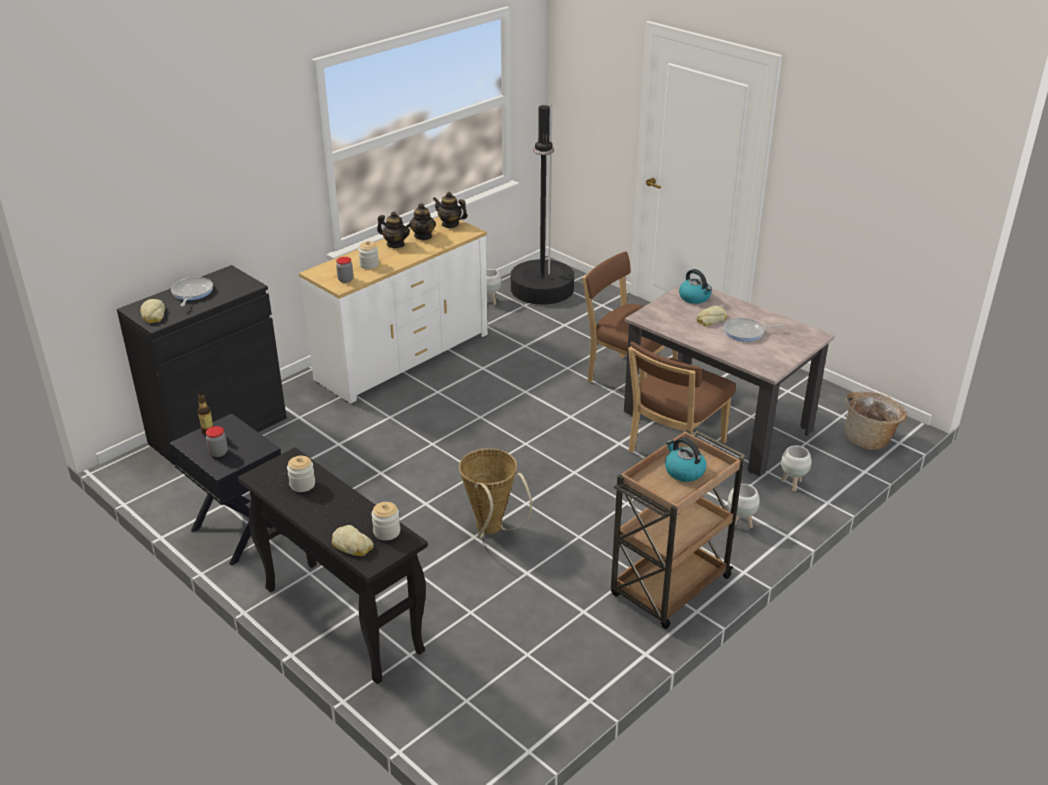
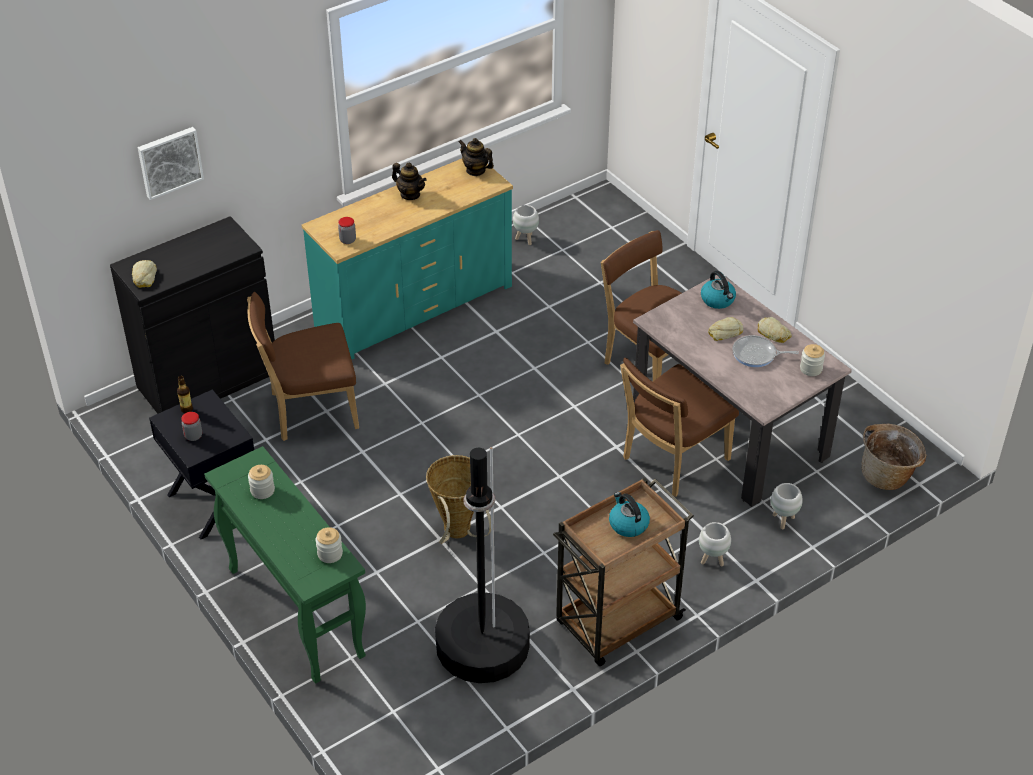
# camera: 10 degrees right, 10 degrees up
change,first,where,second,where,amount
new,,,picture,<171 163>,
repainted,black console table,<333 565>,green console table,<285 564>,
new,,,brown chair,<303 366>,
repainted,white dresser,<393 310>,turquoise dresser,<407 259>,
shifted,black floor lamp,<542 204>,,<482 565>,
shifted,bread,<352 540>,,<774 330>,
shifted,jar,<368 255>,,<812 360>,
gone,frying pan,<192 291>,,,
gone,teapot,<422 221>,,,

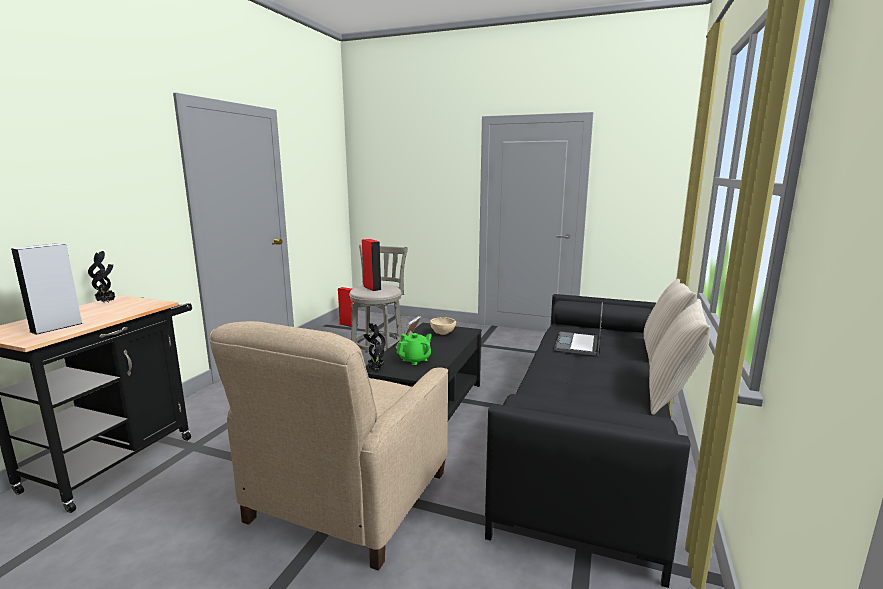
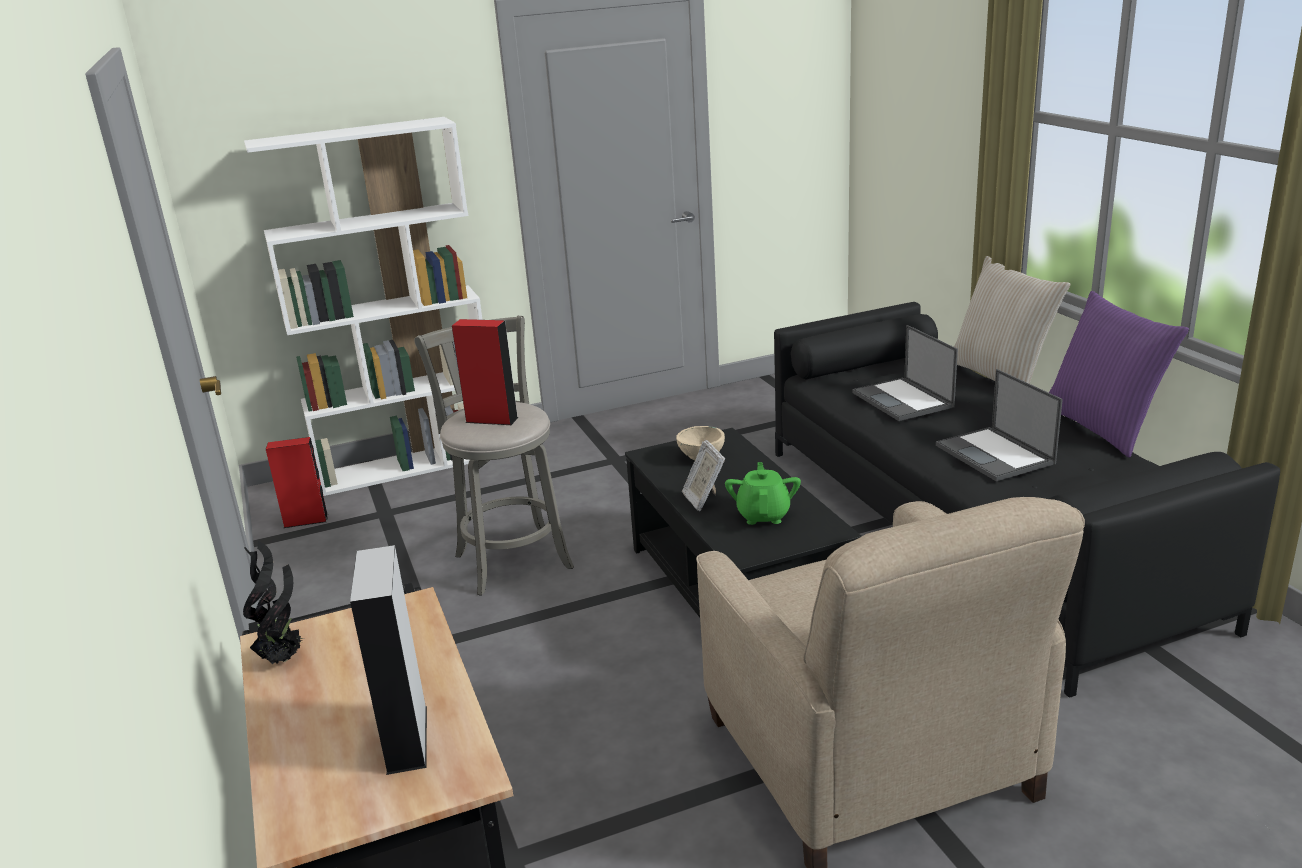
# camera: 40 degrees left, 10 degrees up
change,first,where,second,where,amount
new,,,white bookcase,<363 306>,
new,,,laptop,<999 425>,
repainted,beige pillow,<679 357>,purple pillow,<1119 374>,
gone,potted plant,<374 347>,,,

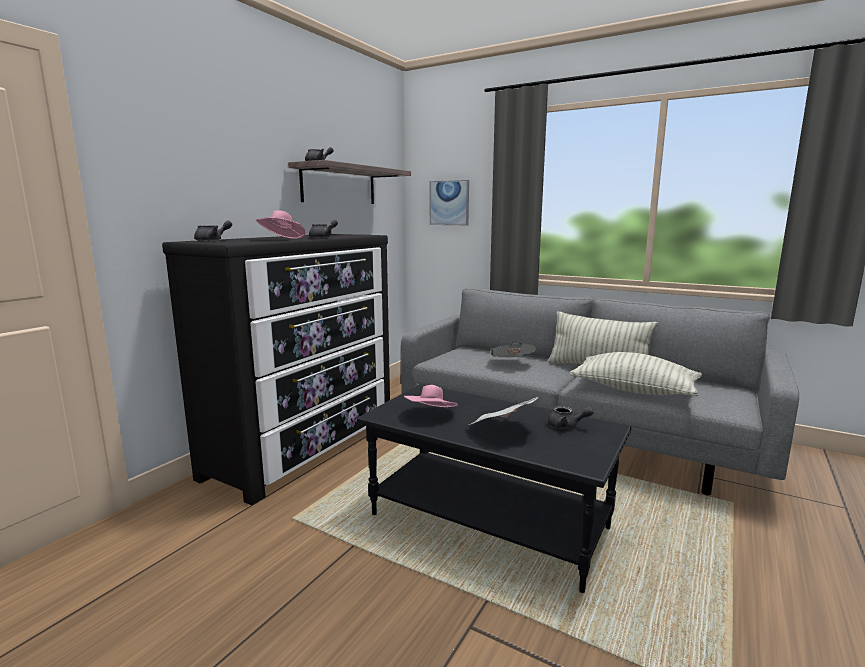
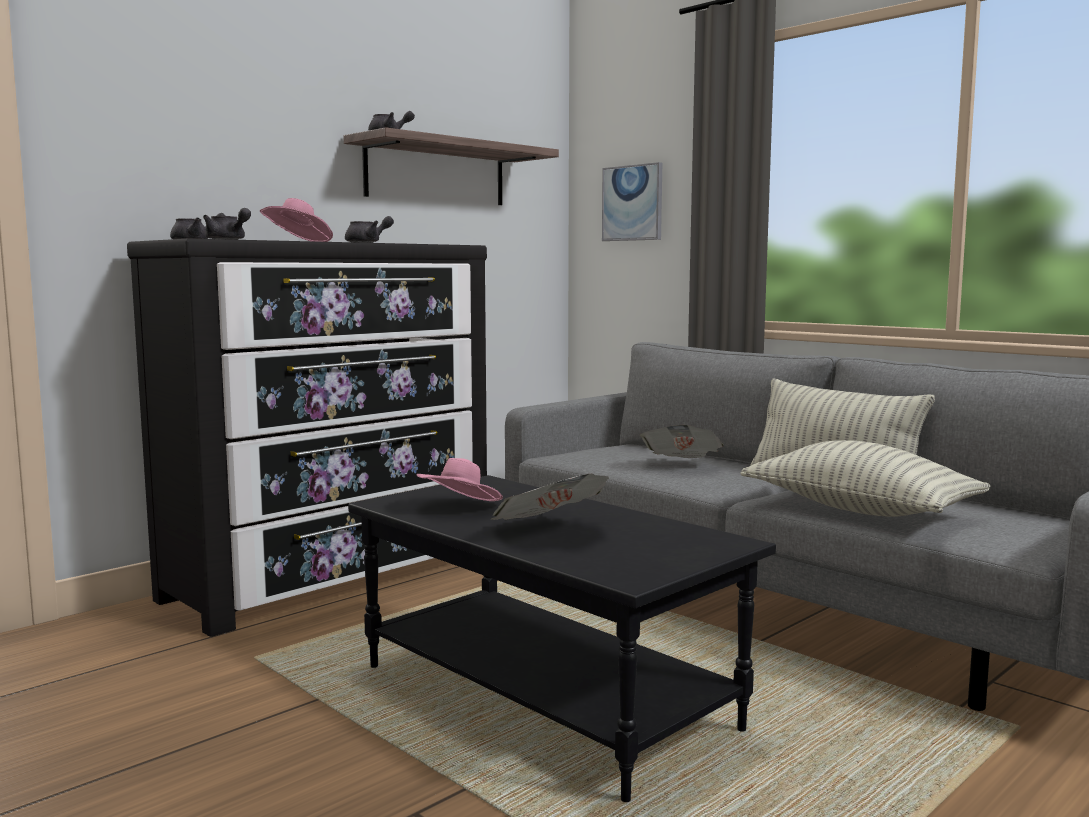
# camera: 15 degrees right, 5 degrees down
change,first,where,second,where,amount
shifted,grey teapot,<571 417>,,<227 224>,

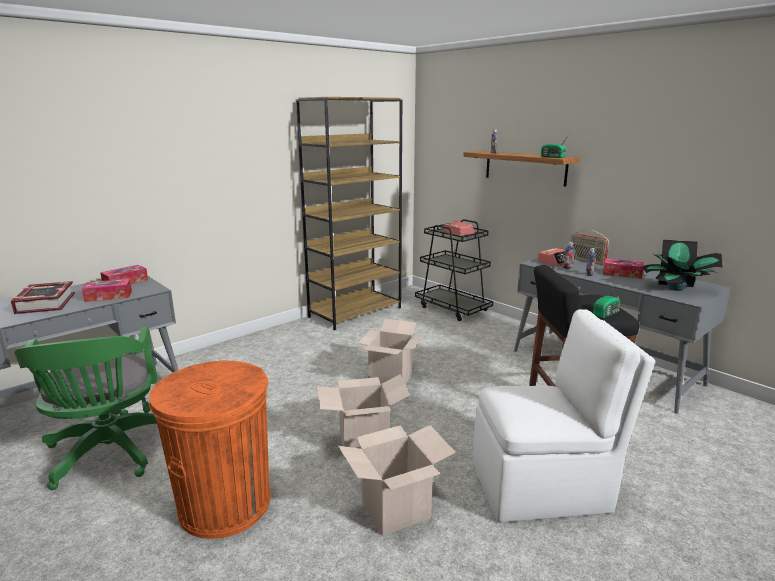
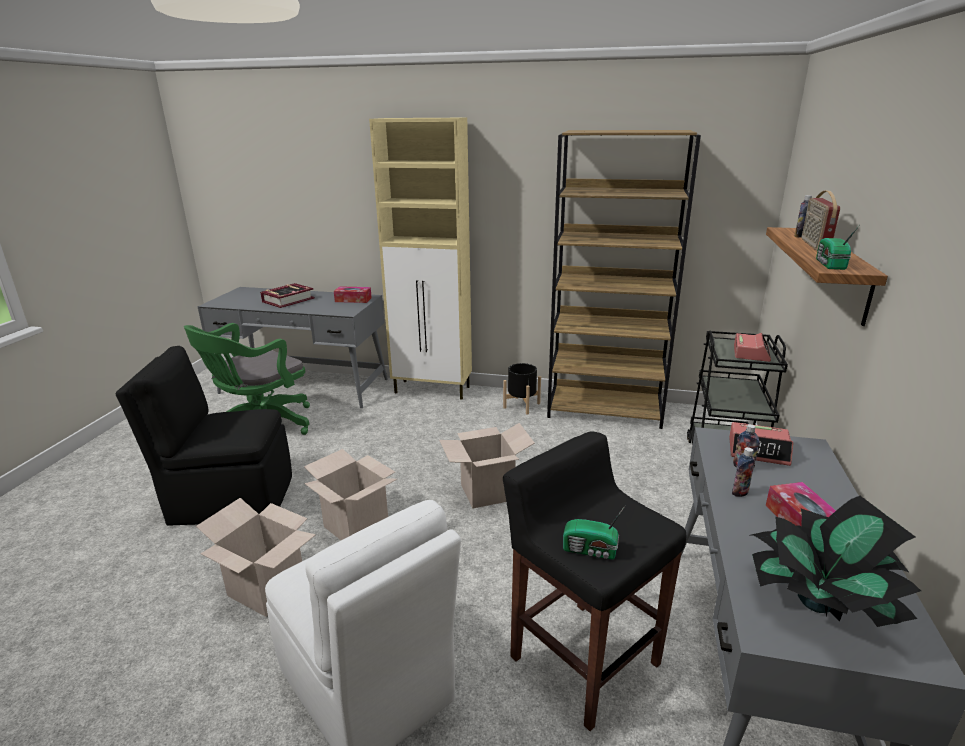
# camera: 55 degrees right, 5 degrees up
change,first,where,second,where,amount
swapped,orange trash can,<209 450>,black chair,<204 436>,
new,,,beige cabinet,<420 259>,
new,,,black planter,<522 389>,
shifted,radio,<590 247>,,<821 221>,
gone,tissue box,<107 290>,,,

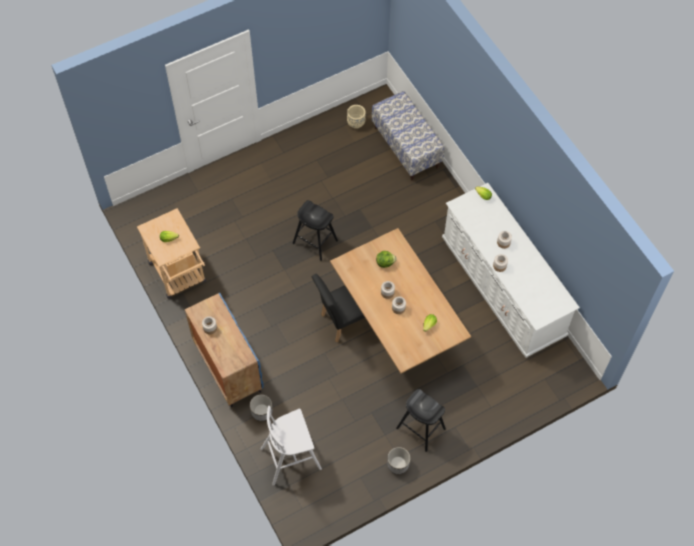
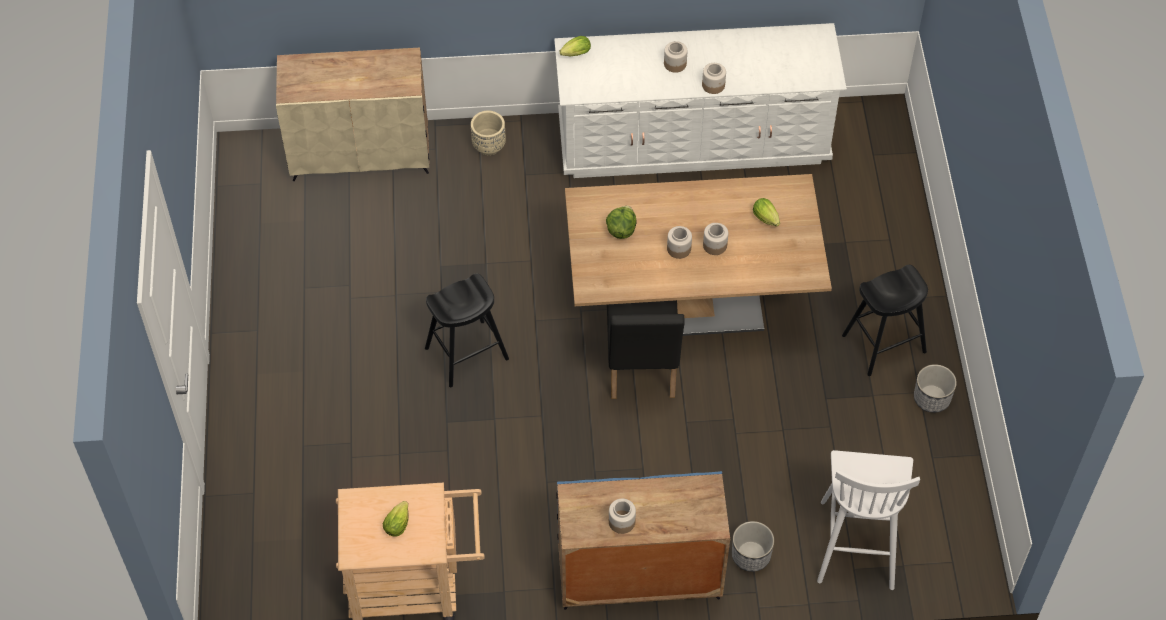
# camera: 65 degrees left, 5 degrees down
change,first,where,second,where,amount
swapped,bench,<408 135>,beige cabinet,<352 114>,
shifted,beige planter,<356 117>,,<488 133>,

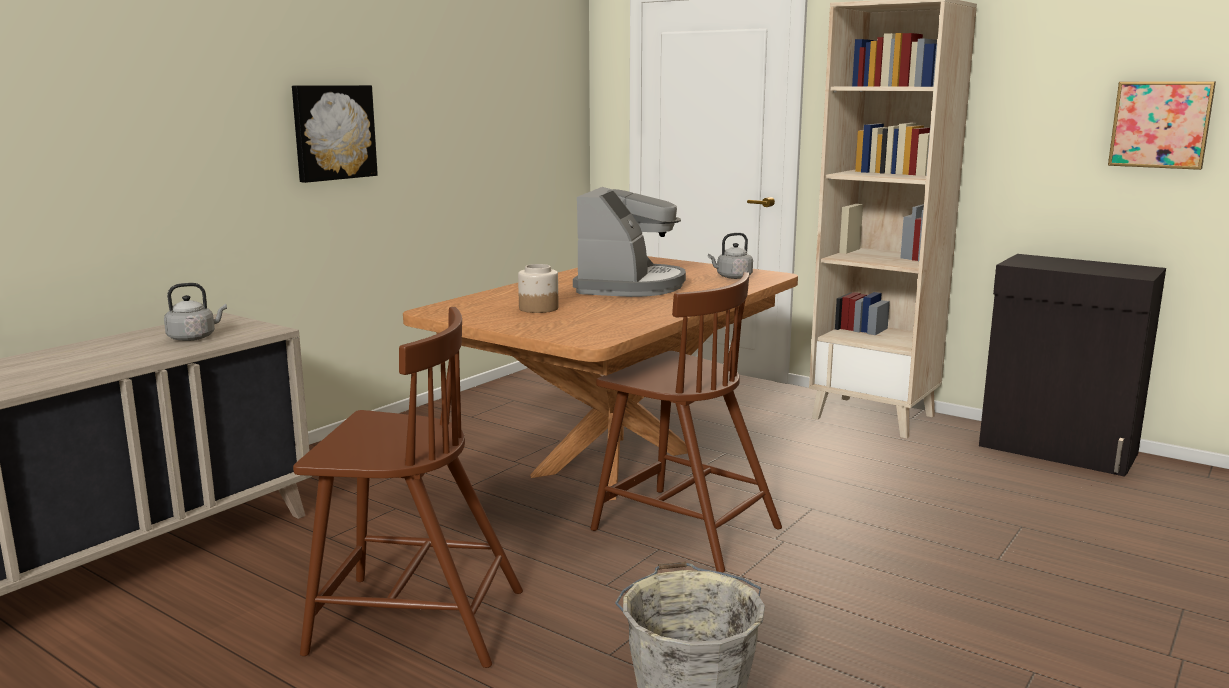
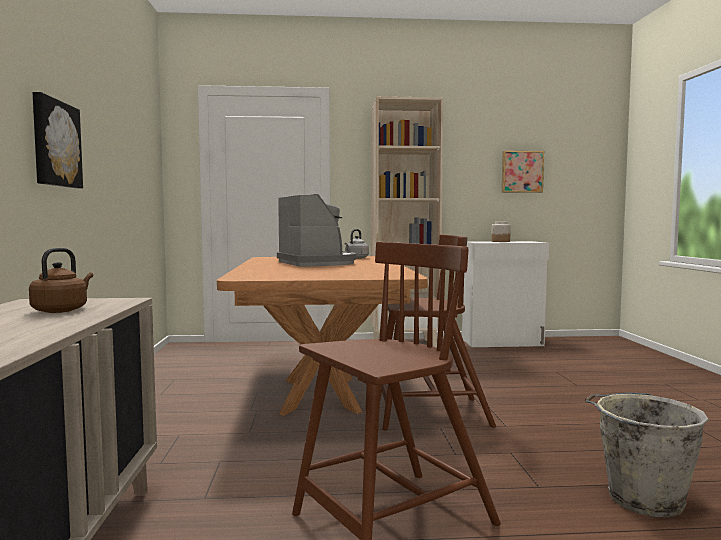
# camera: 40 degrees left, 10 degrees down
change,first,where,second,where,amount
repainted,grey kettle,<195 312>,brown kettle,<61 280>,
repainted,black cabinet,<1072 365>,white cabinet,<505 294>,
shifted,jar,<538 288>,,<501 232>,

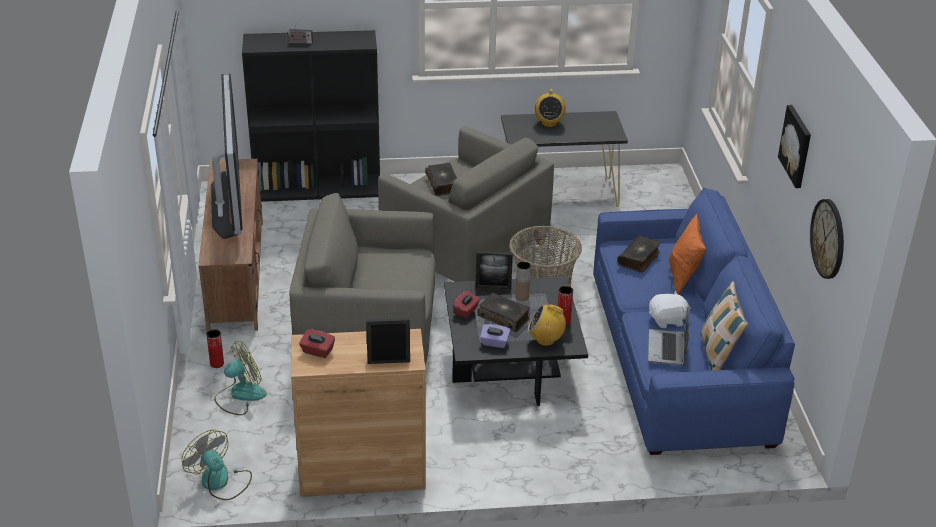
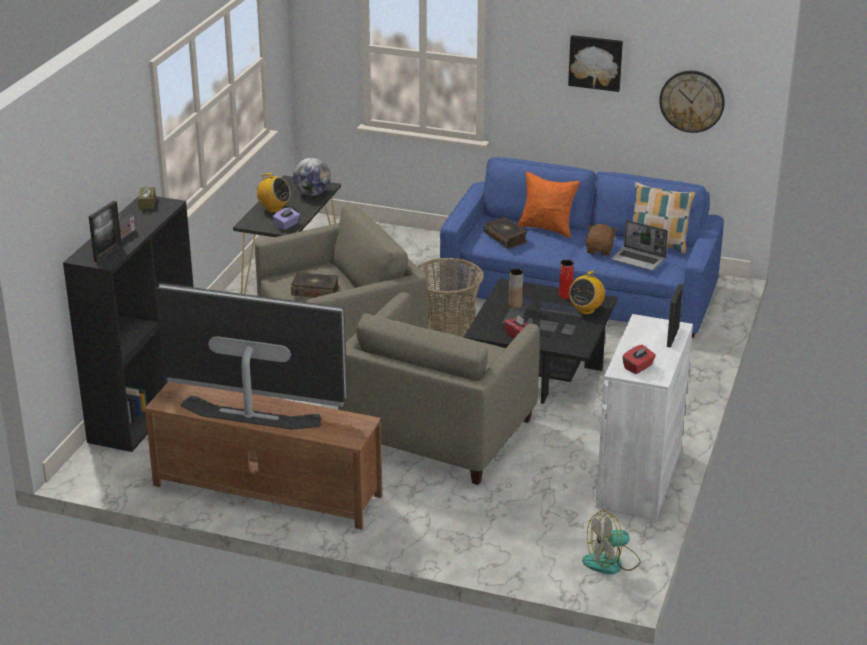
# camera: 65 degrees left, 5 degrees down
change,first,where,second,where,amount
shifted,picture frame,<494 271>,,<105 231>,
new,,,brown tissue box,<147 195>,
shifted,purple tissue box,<495 336>,,<286 218>,
new,,,globe,<312 177>,
repainted,white plush toy,<670 309>,brown plush toy,<601 239>,
repainted,brown cabinet,<358 413>,white cabinet,<644 417>,
gone,red vase,<215 348>,,,
gone,fan,<240 378>,,,
gone,book,<503 312>,,,

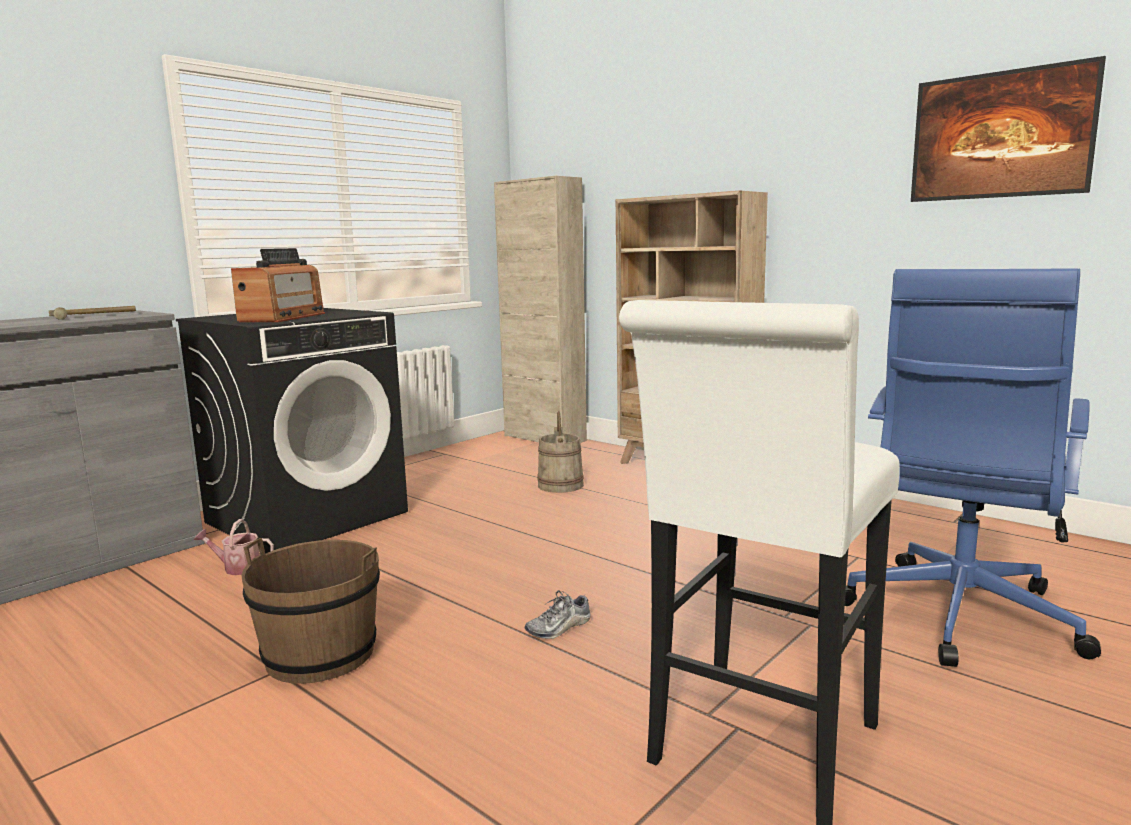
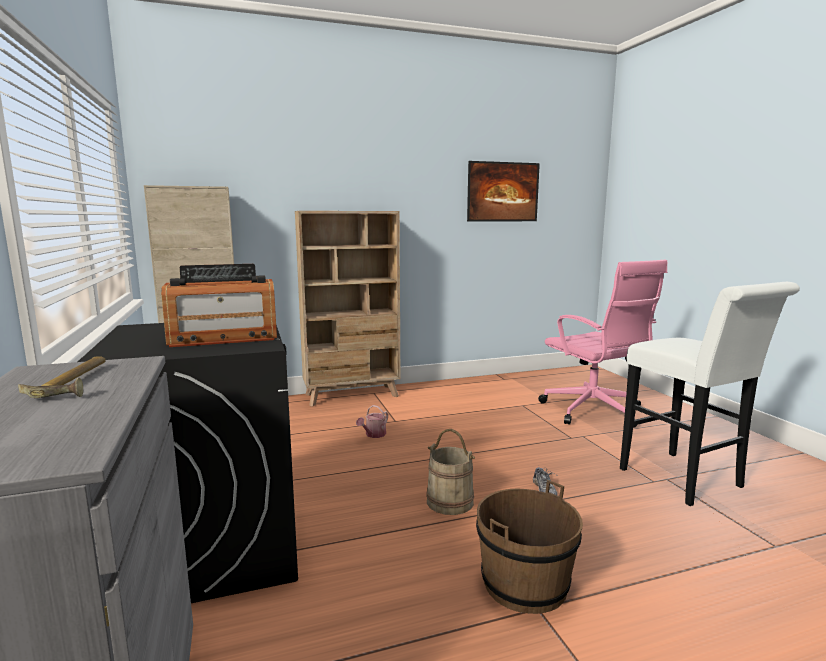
# camera: 60 degrees left, 0 degrees up
change,first,where,second,where,amount
rotated,radio,<278 285>,,<219 305>,120 degrees clockwise
shifted,watering can,<234 547>,,<372 421>,
shifted,beige bucket,<560 452>,,<450 472>,
repainted,blue office chair,<973 467>,pink office chair,<602 344>,

